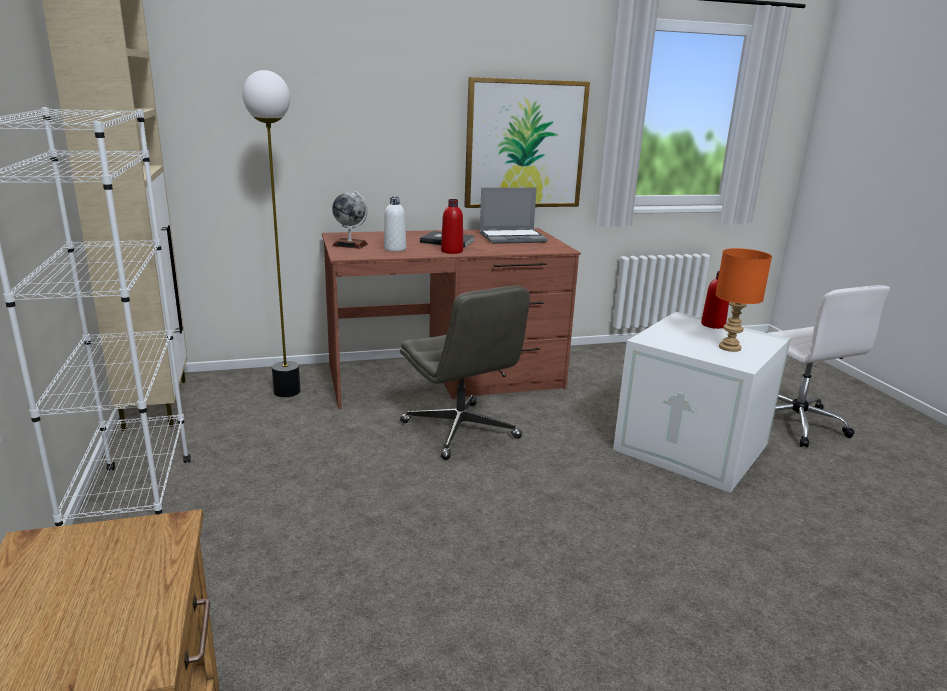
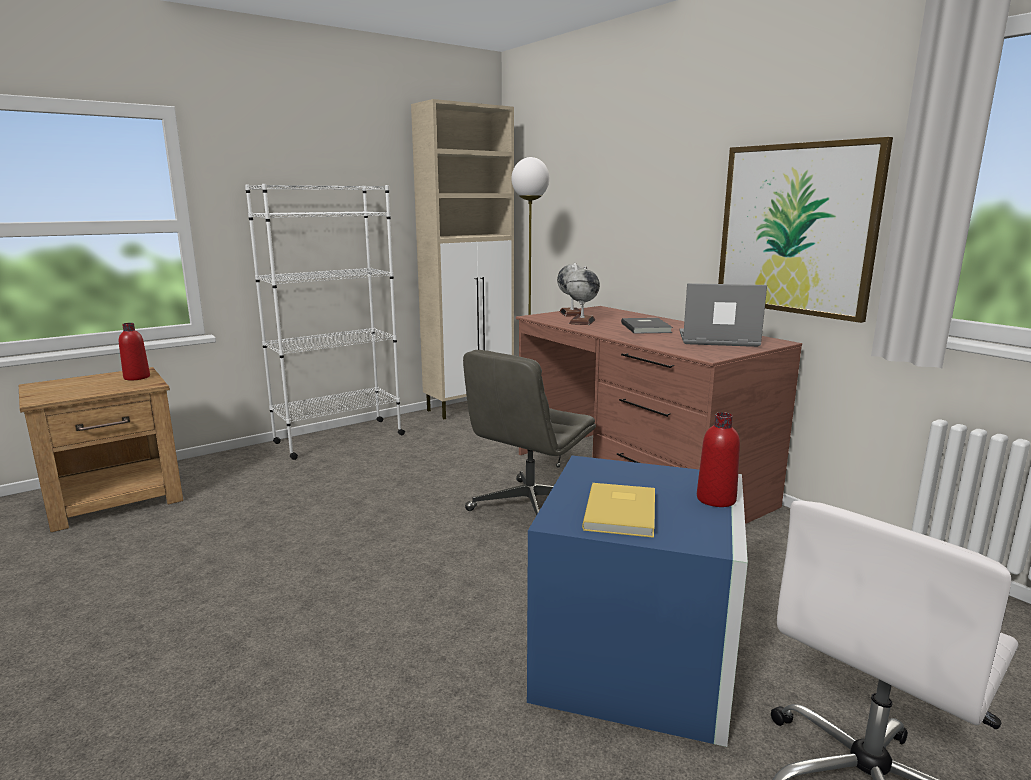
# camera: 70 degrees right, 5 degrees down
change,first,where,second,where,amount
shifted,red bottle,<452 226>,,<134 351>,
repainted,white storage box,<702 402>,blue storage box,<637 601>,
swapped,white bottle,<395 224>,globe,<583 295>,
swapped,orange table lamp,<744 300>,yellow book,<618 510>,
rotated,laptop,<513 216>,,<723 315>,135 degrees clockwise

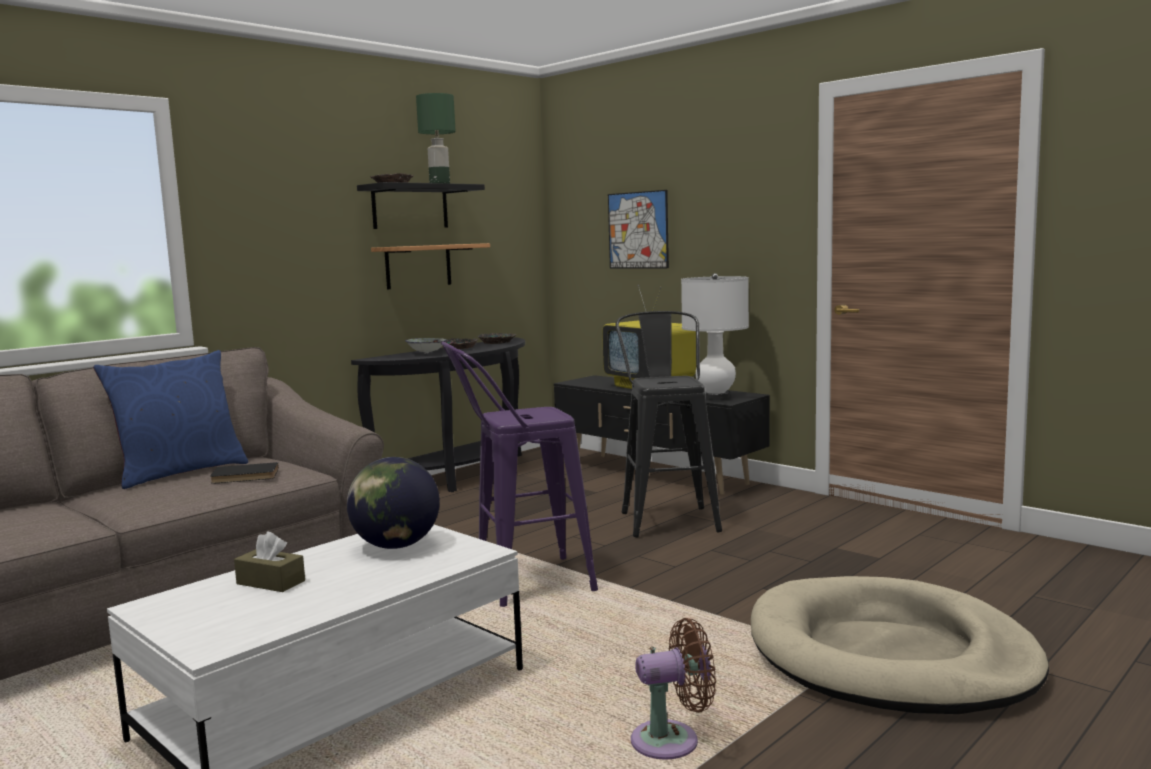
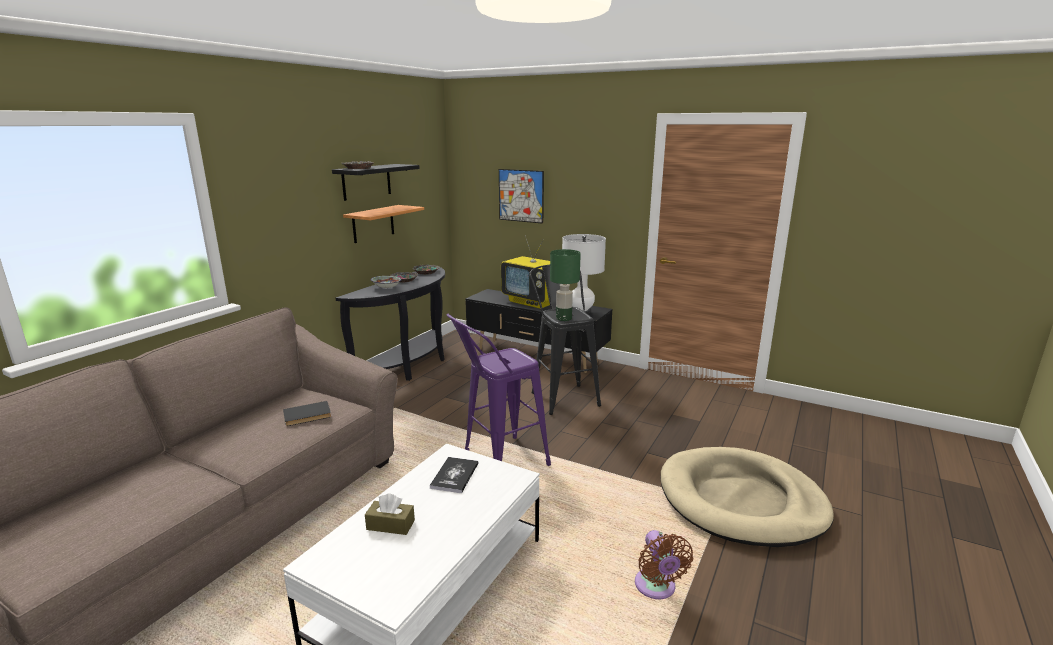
# camera: 15 degrees left, 10 degrees up
change,first,where,second,where,amount
swapped,globe,<393 503>,book,<454 475>,
shifted,green table lamp,<436 138>,,<565 285>,
rotated,brown fan,<673 689>,,<664 564>,105 degrees clockwise
gone,blue pillow,<170 419>,,,

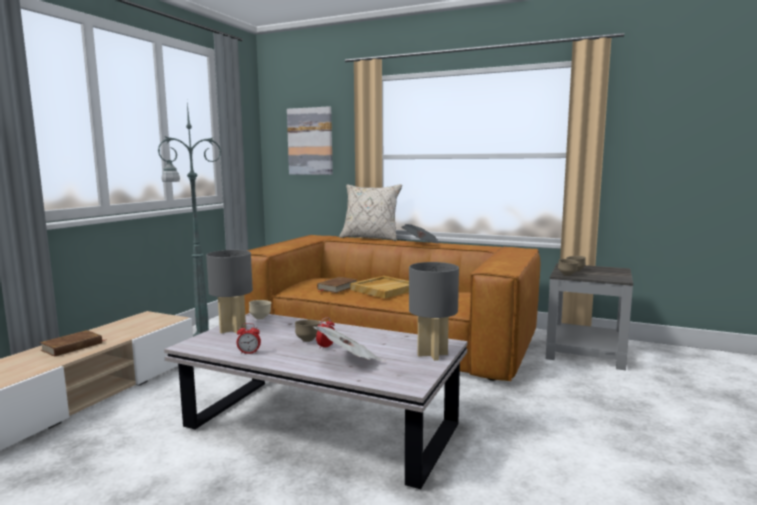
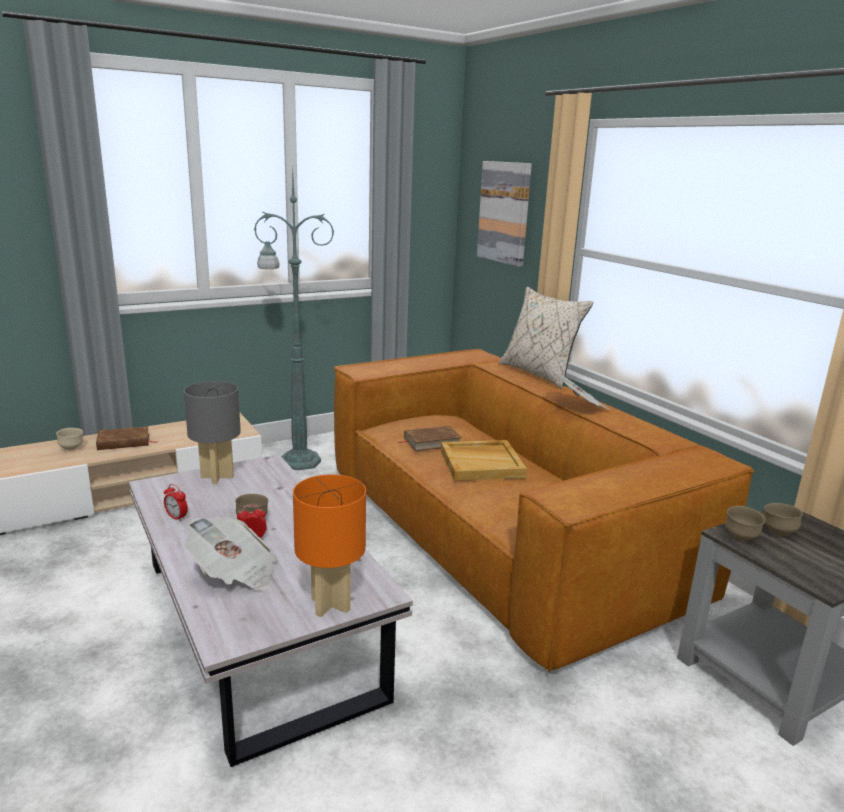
# camera: 35 degrees right, 10 degrees up
change,first,where,second,where,amount
shifted,beige bowl,<260 309>,,<69 439>,
repainted,grey table lamp,<434 311>,orange table lamp,<329 545>,

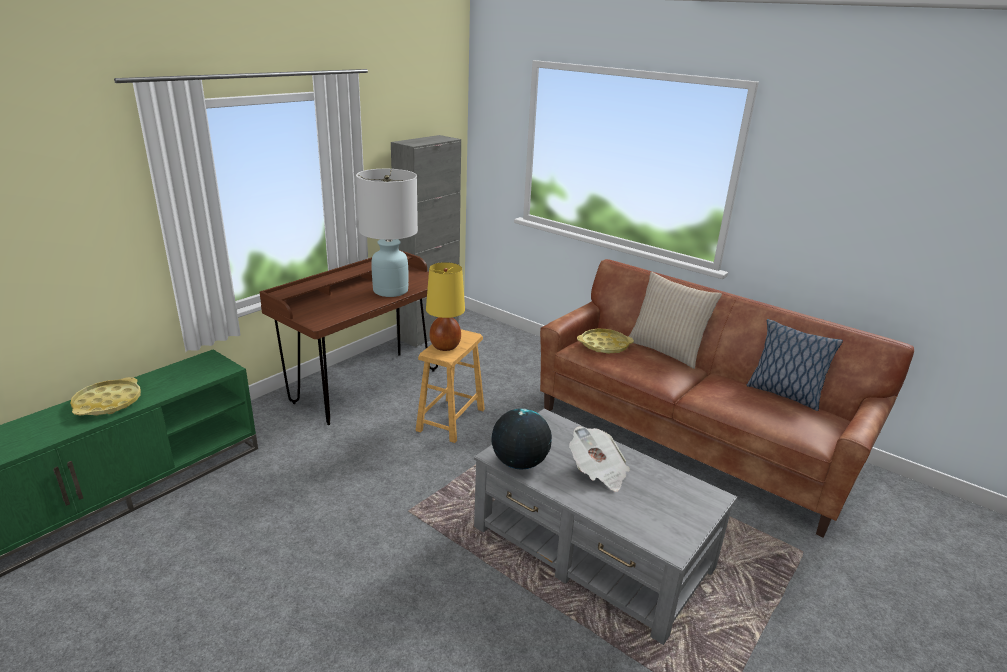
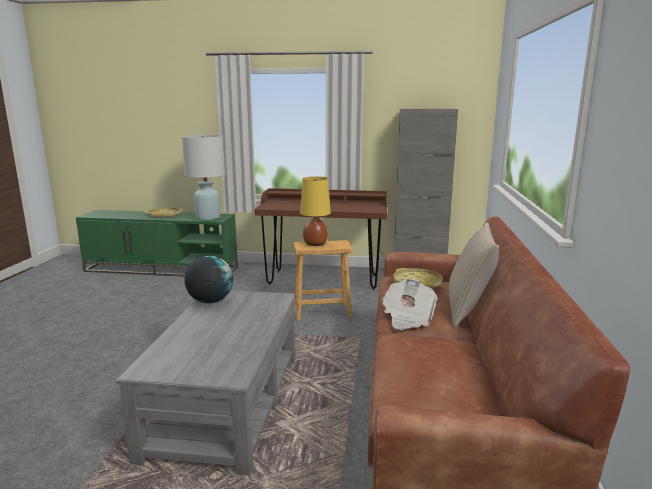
# camera: 60 degrees right, 10 degrees down
change,first,where,second,where,amount
shifted,white table lamp,<387 233>,,<203 177>,
shifted,newspaper,<599 458>,,<410 304>,
gone,pillow,<795 365>,,,

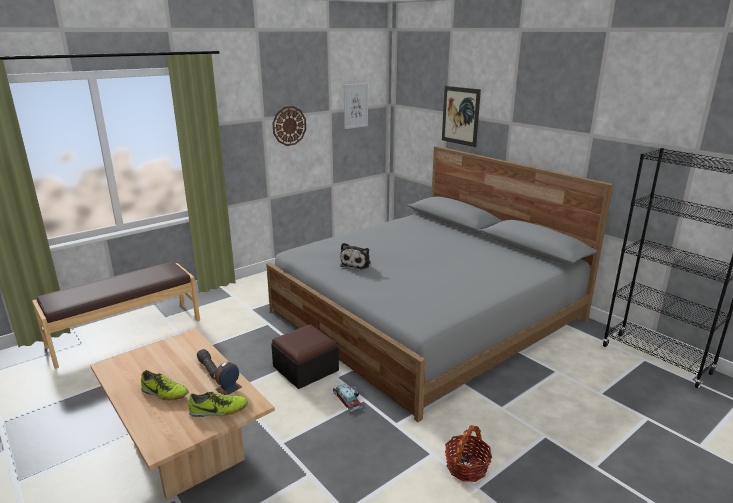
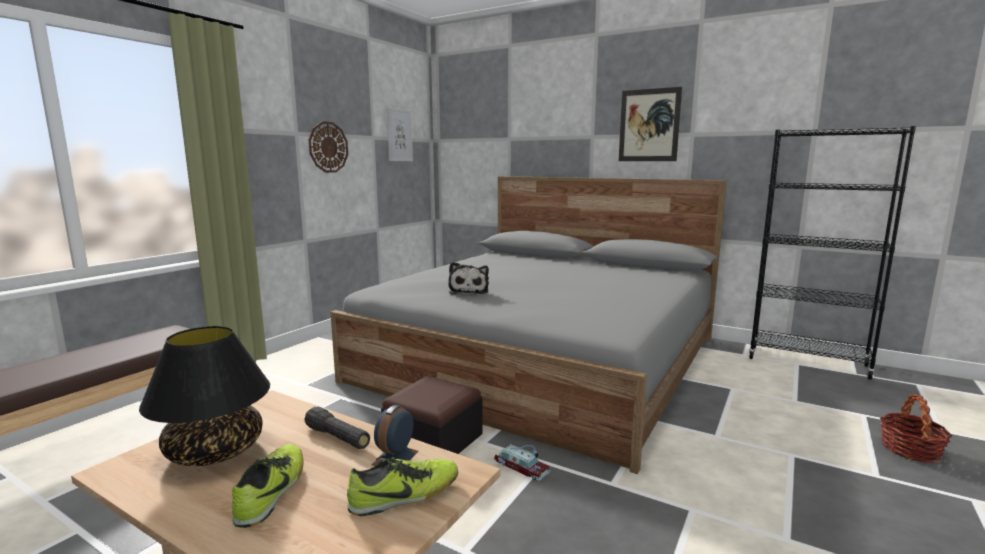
# camera: 20 degrees left, 10 degrees down
change,first,where,second,where,amount
new,,,black table lamp,<204 396>,
rotated,shoe,<165 385>,,<267 486>,90 degrees counterclockwise
shifted,picture,<461 116>,,<650 124>,
shifted,basket,<468 453>,,<916 428>,

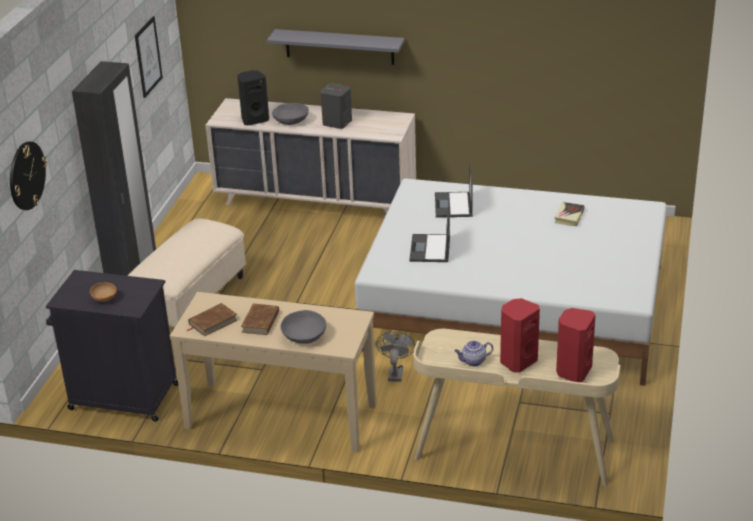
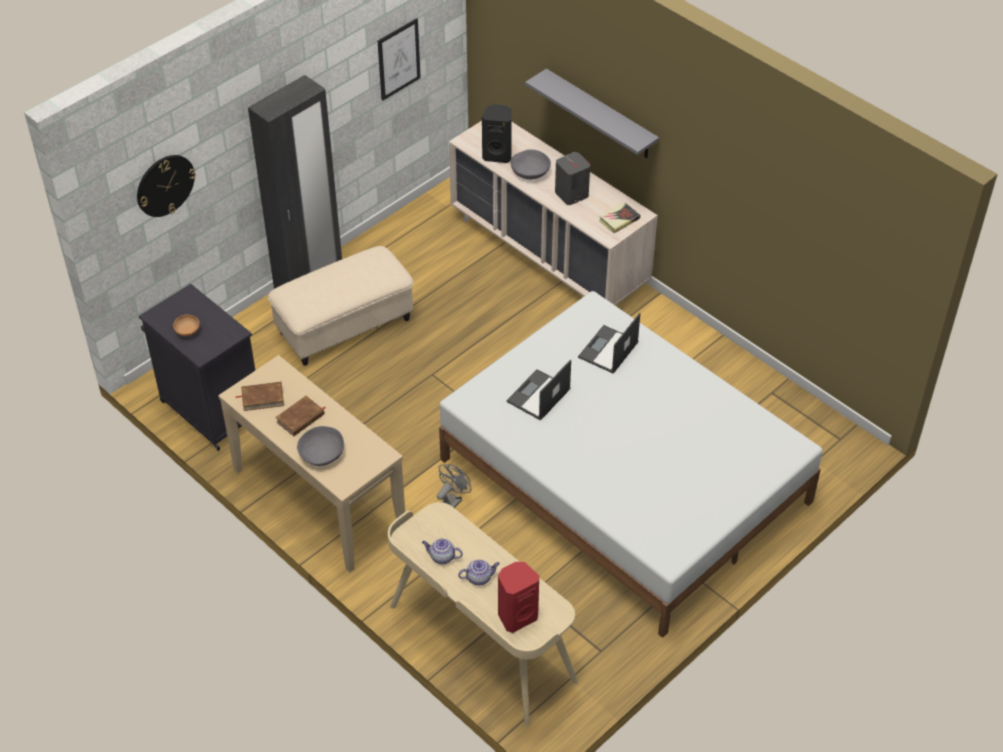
# camera: 30 degrees right, 15 degrees up
change,first,where,second,where,amount
swapped,red speaker,<520 335>,teapot,<479 572>,
shifted,book,<569 214>,,<619 217>,

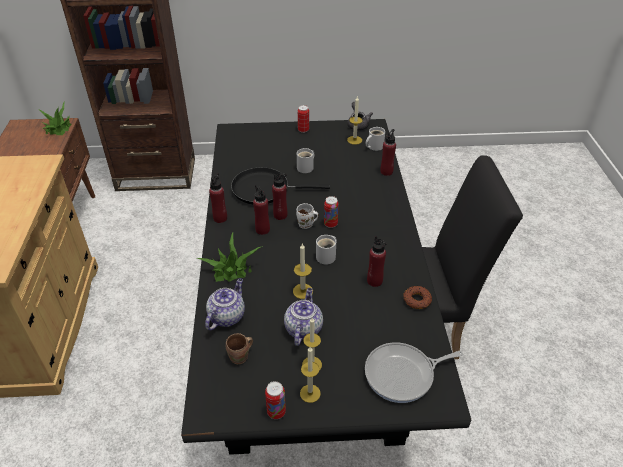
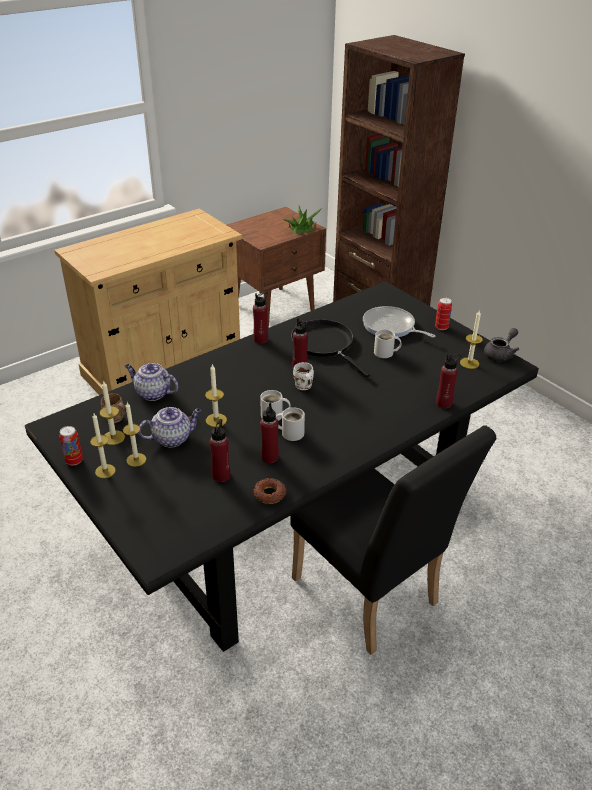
# camera: 55 degrees right, 5 degrees down
change,first,where,second,where,amount
new,,,candle,<112 412>,
rotated,teapot,<225 304>,,<151 382>,150 degrees counterclockwise
shifted,red bottle,<261 210>,,<220 450>,
shifted,white mug,<375 139>,,<290 424>,
shifted,frying pan,<414 372>,,<399 322>,
gone,potted plant,<229 257>,,,
gone,can,<331 212>,,,

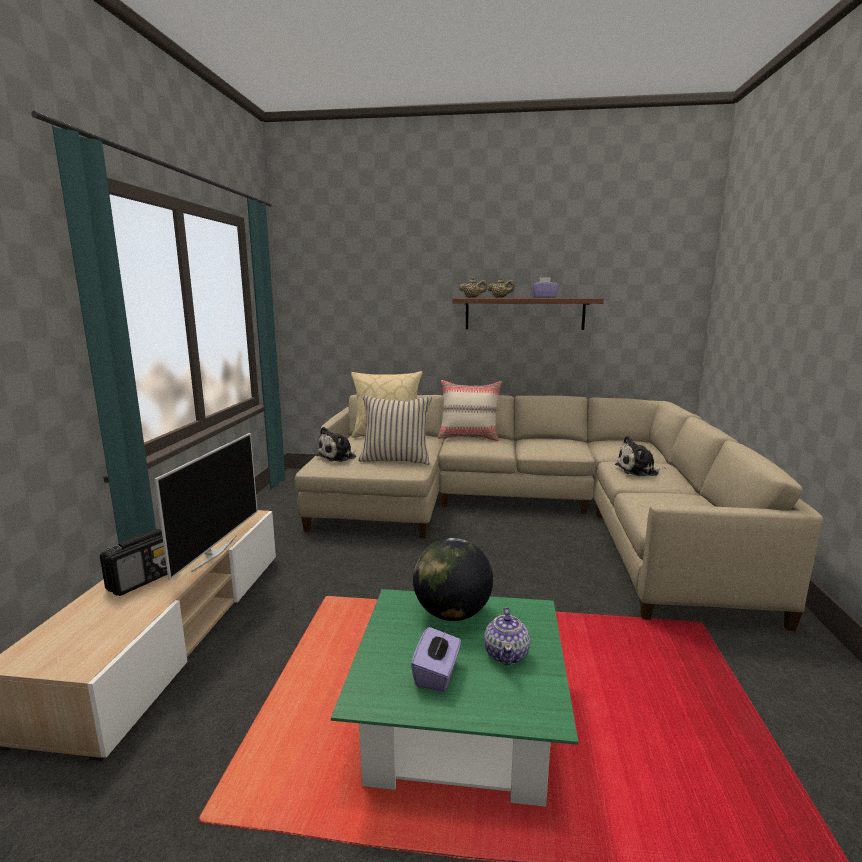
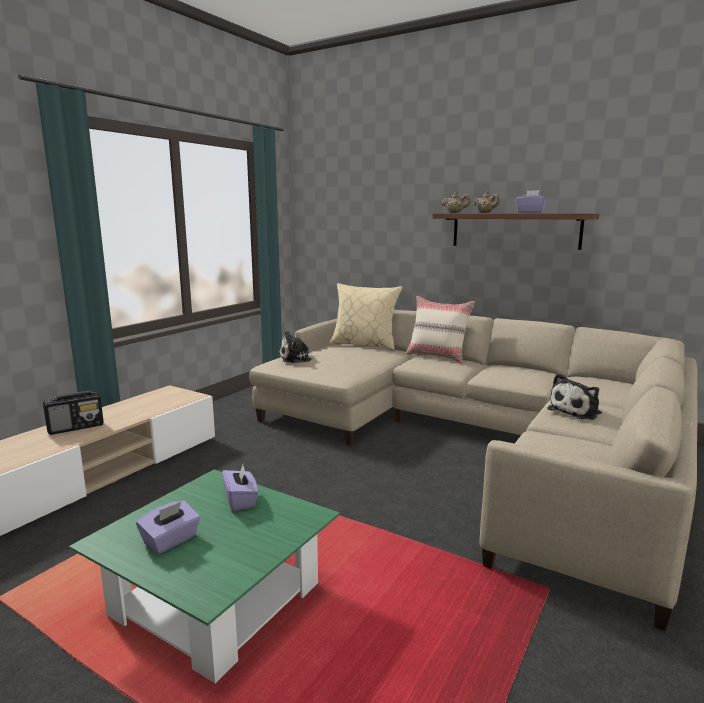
# camera: 25 degrees right, 0 degrees up
change,first,where,second,where,amount
swapped,globe,<453 579>,purple tissue box,<240 488>,
rotated,plush toy,<640 456>,,<574 396>,60 degrees counterclockwise
gone,television,<206 506>,,,
gone,beige pillow,<395 430>,,,
gone,teapot,<507 636>,,,

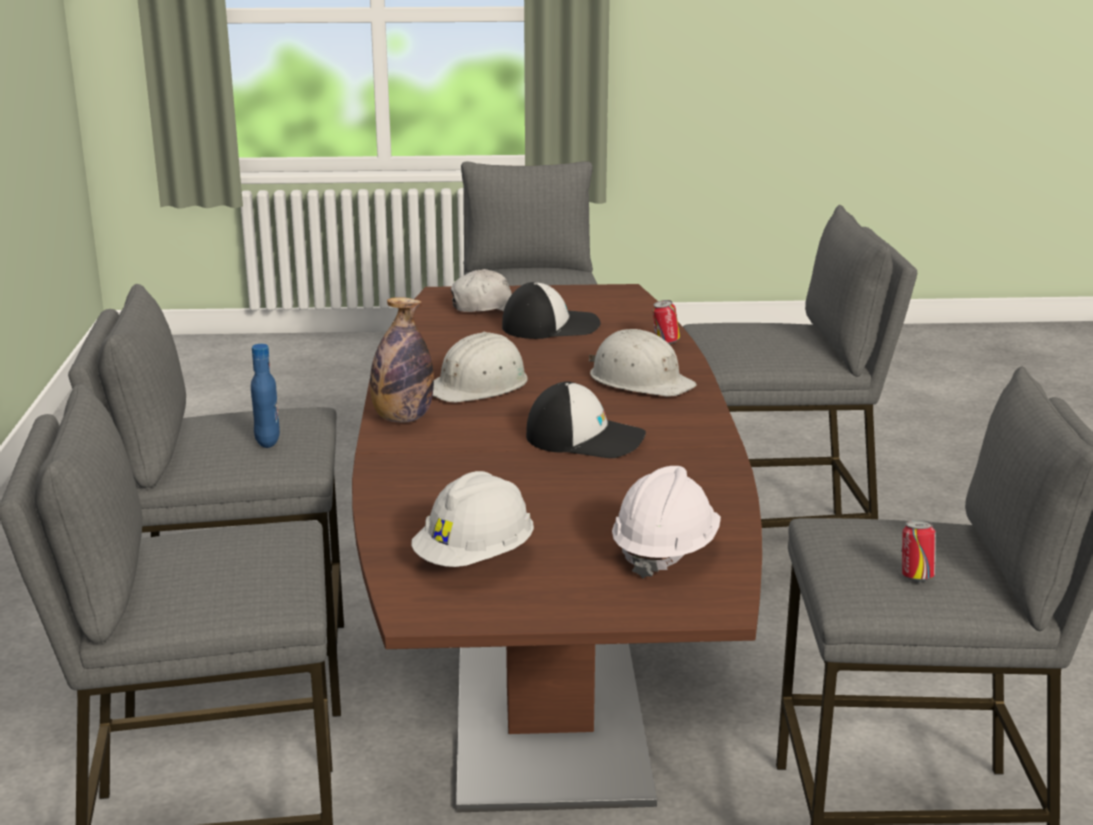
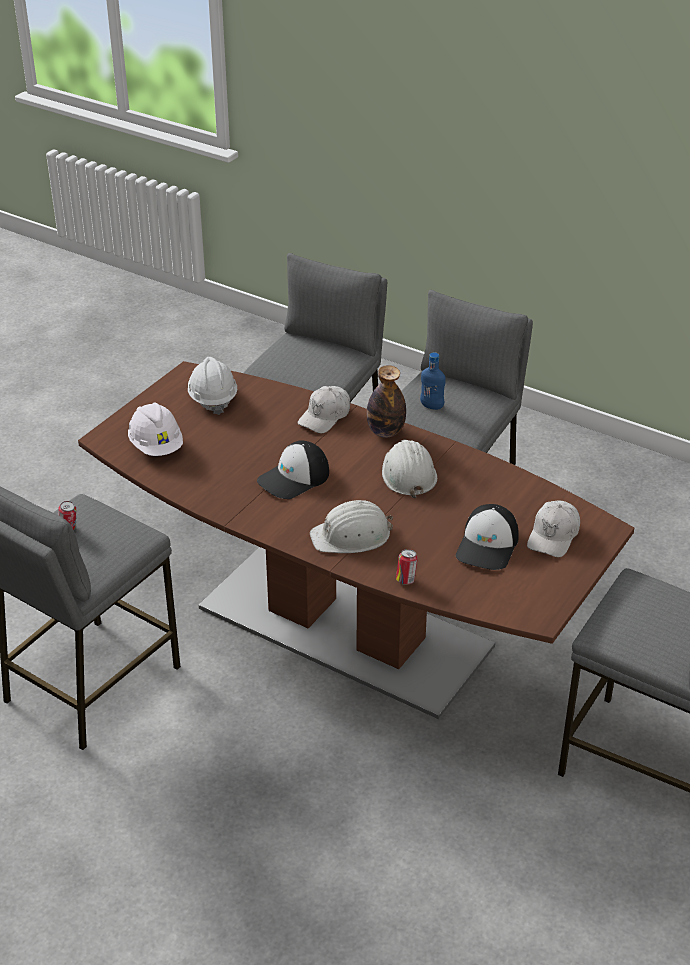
# camera: 125 degrees right, 15 degrees up
change,first,where,second,where,amount
new,,,white cap,<324 409>,
gone,grey stool,<800 366>,,,

